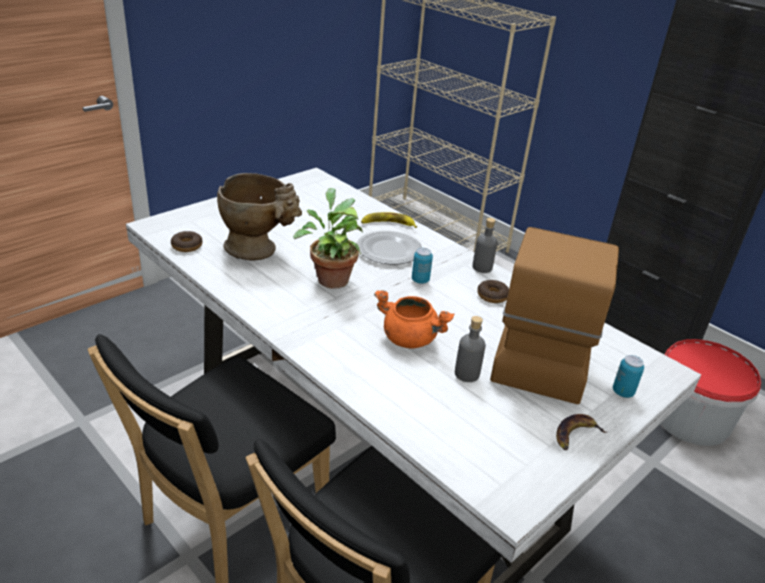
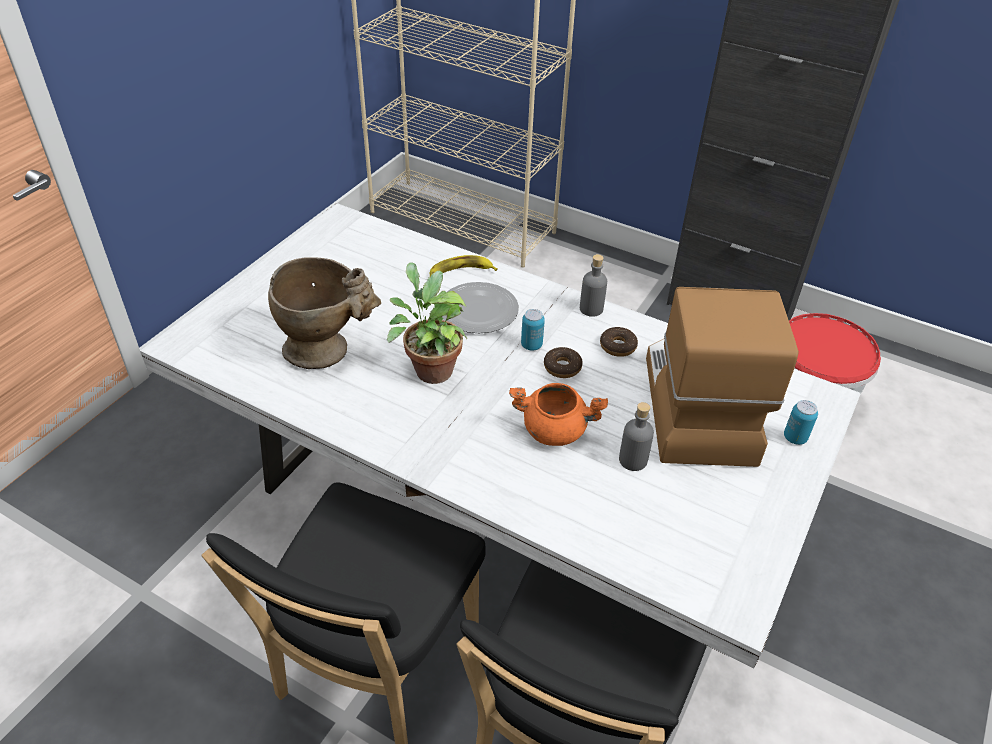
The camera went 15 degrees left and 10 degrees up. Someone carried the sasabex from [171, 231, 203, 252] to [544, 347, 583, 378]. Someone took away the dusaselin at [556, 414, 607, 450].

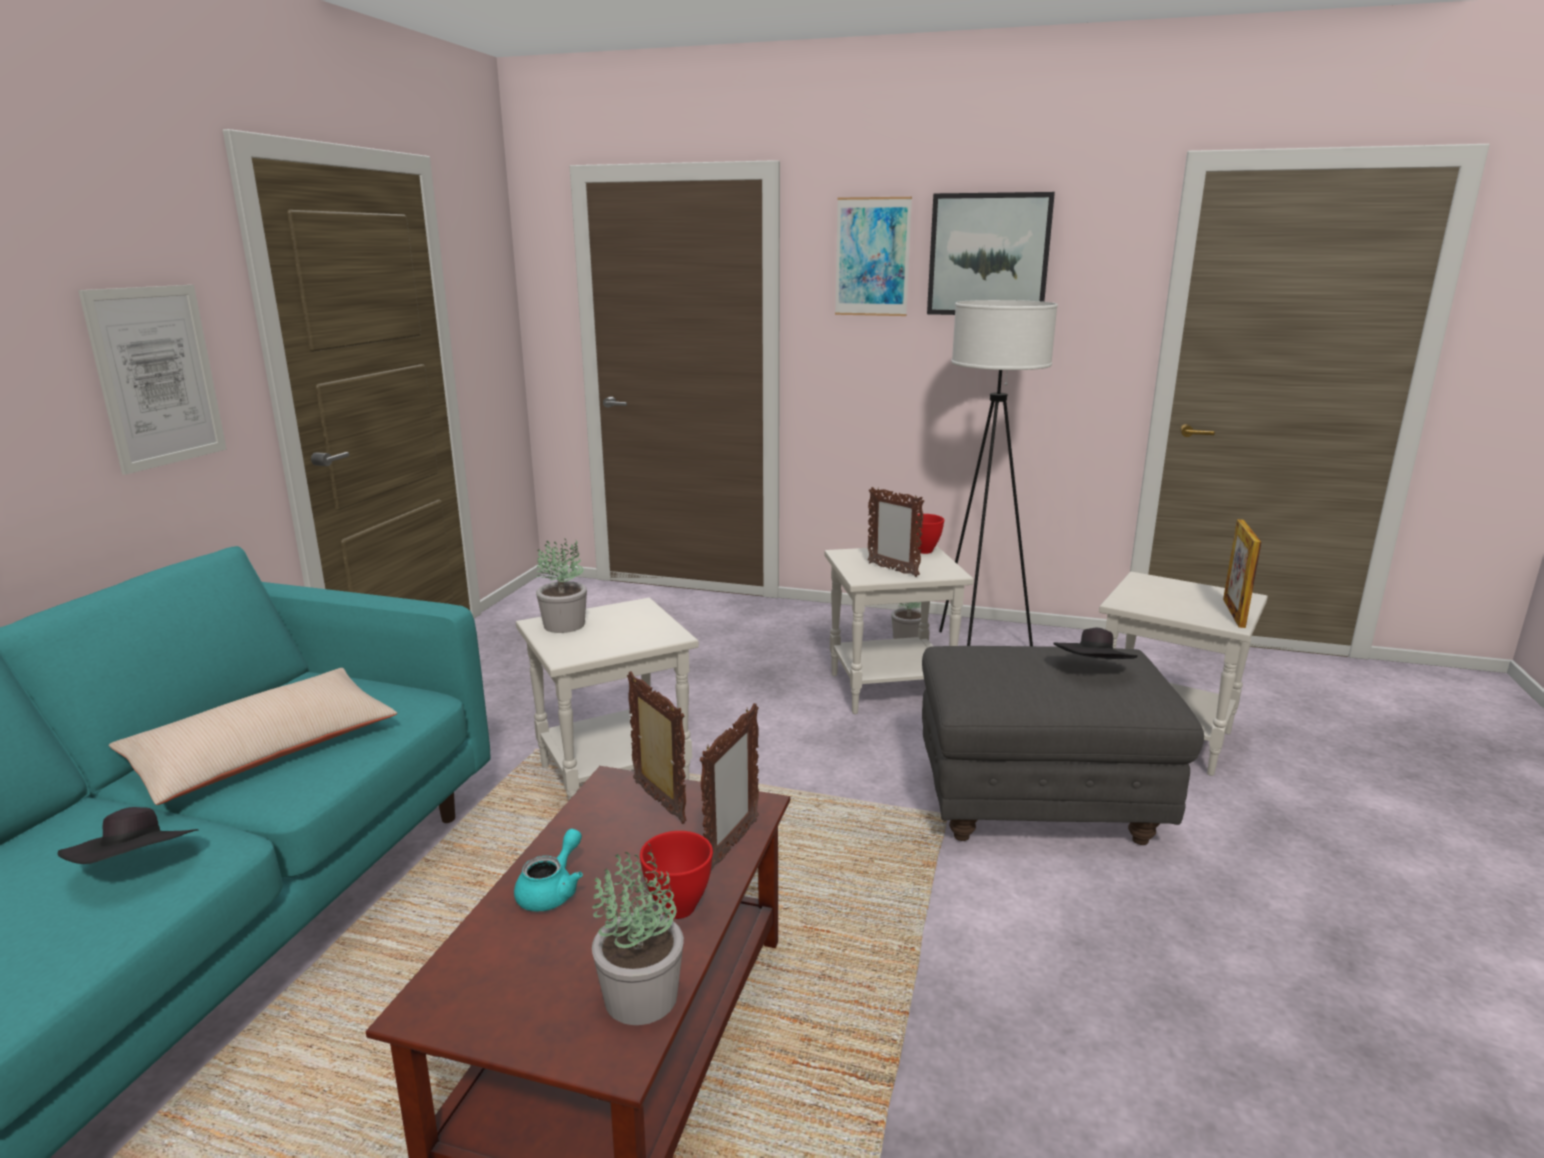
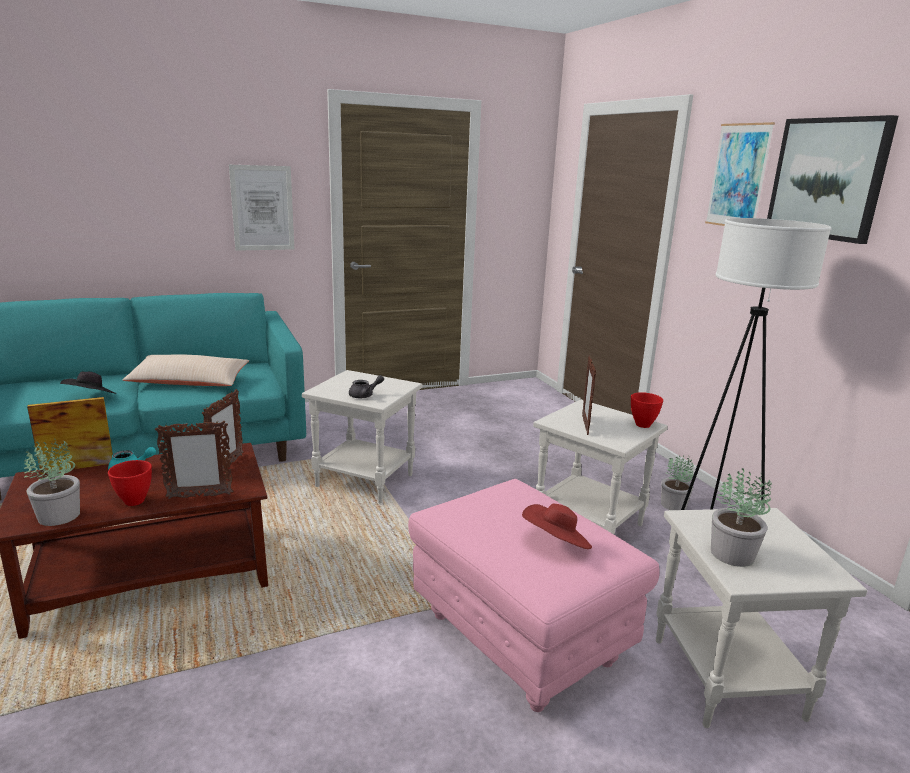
The camera went 50 degrees right and 0 degrees up. Someone carried the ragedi from [536, 538, 587, 633] to [711, 468, 772, 567]. Someone repainted the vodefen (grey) at [922, 646, 1204, 845], which became the vodefen (pink) at [408, 479, 660, 712]. Someone repainted the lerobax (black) at [1053, 628, 1138, 659], which became the lerobax (red) at [522, 504, 592, 549]. Someone carried the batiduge from [1223, 519, 1261, 628] to [27, 397, 113, 474]. Someone put down the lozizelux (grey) at [349, 375, 384, 398].

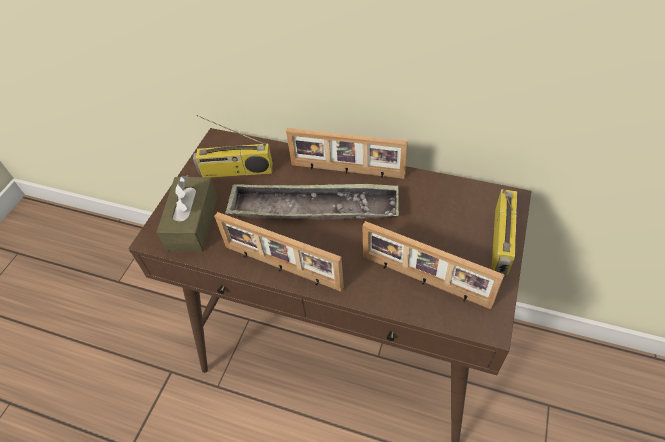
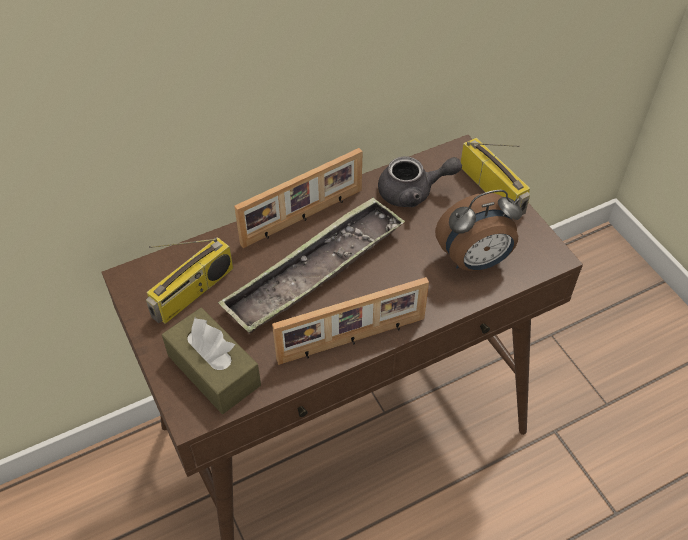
The camera went 50 degrees left and 0 degrees up. Someone swapped the batiduge at [363, 221, 504, 309] for the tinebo at [435, 190, 522, 271]. Someone put down the lozizelux (grey) at [378, 156, 462, 207].

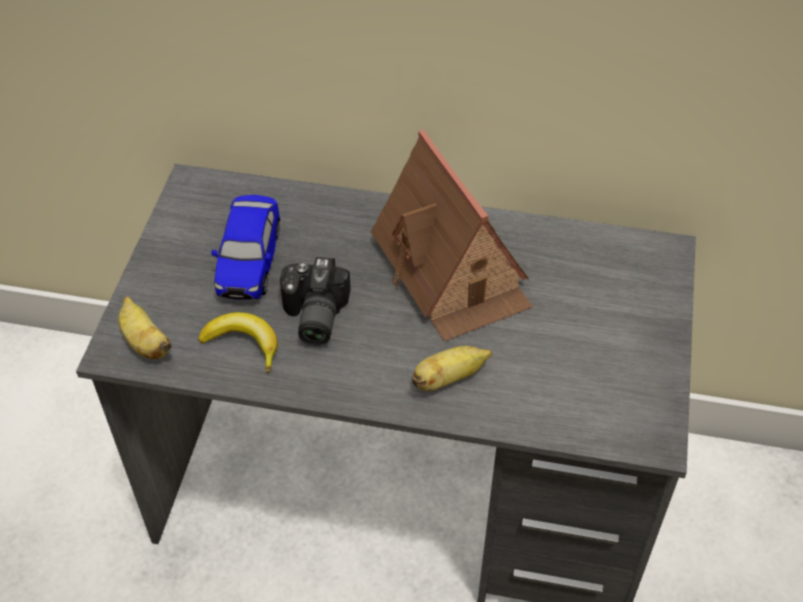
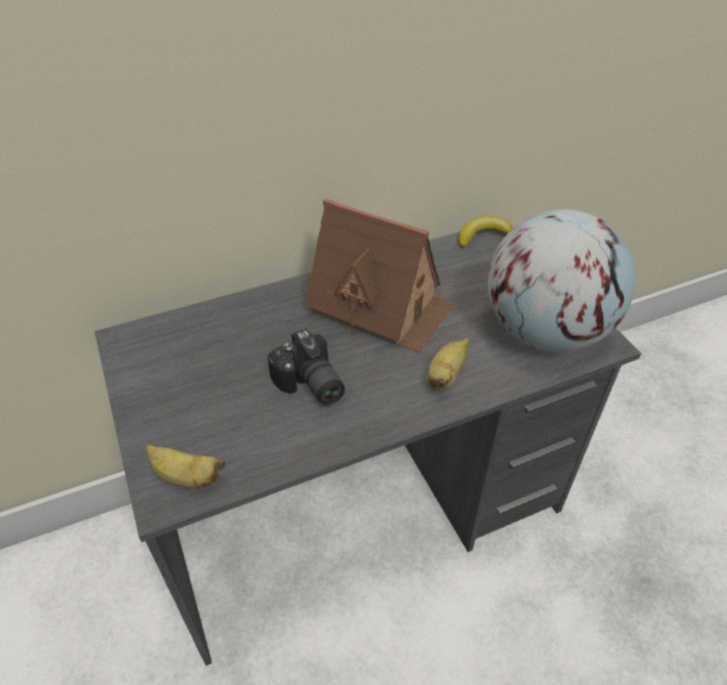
The camera went 35 degrees left and 5 degrees down. Someone carried the dusaselin from [198, 312, 278, 373] to [458, 216, 513, 248]. Someone took away the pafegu at [211, 195, 280, 300]. Someone put down the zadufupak at [488, 210, 636, 352].

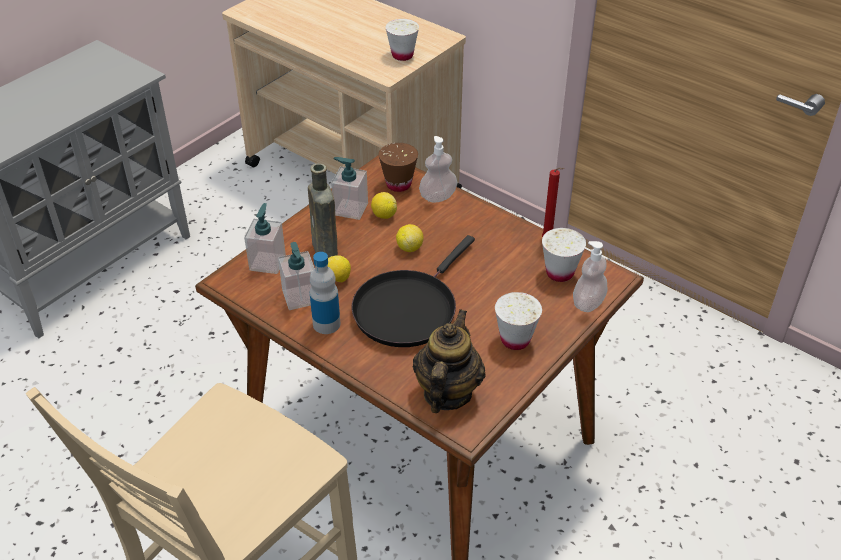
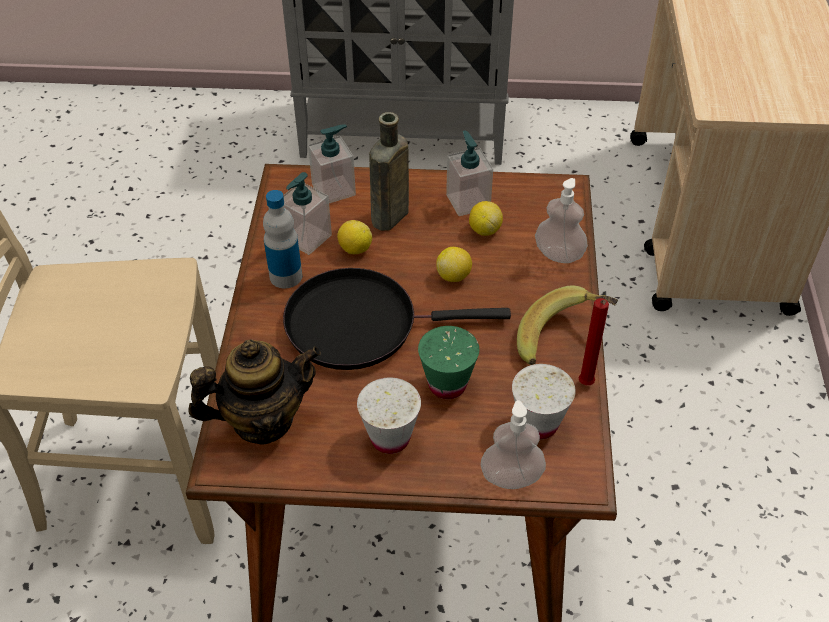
The camera went 55 degrees right and 5 degrees up. Someone took away the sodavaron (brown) at [378, 143, 418, 192]. Someone took away the sodavaron (white) at [385, 19, 419, 61]. Someone put down the sodavaron (green) at [418, 326, 479, 399]. Someone put down the dusaselin at [517, 286, 618, 365].

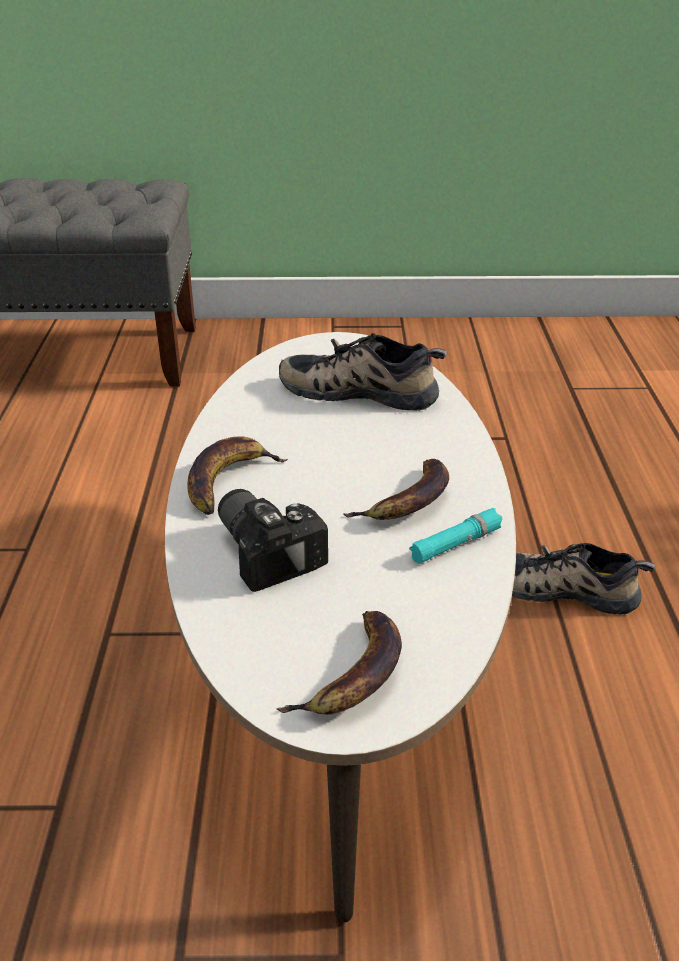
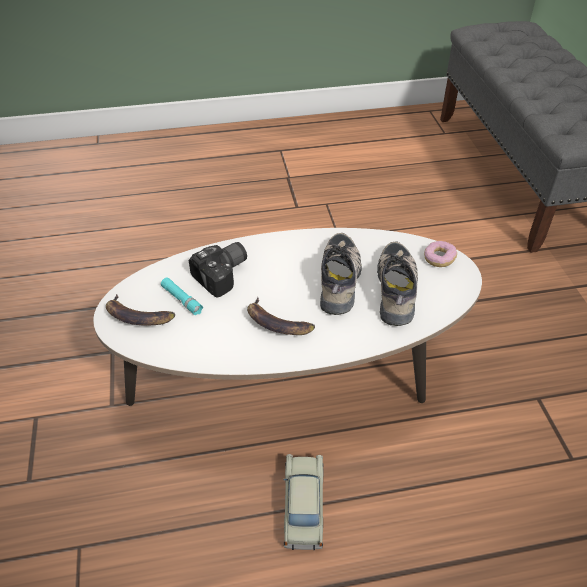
The camera went 80 degrees right and 10 degrees up. Someone took away the dusaselin at [187, 436, 288, 515]. Someone carried the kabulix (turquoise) from [409, 508, 503, 564] to [161, 277, 203, 316]. Someone carried the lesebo from [512, 543, 655, 615] to [320, 233, 362, 315]. Someone put down the pafegu (beige) at [284, 454, 324, 550]. Someone put down the sasabex at [424, 241, 457, 267].

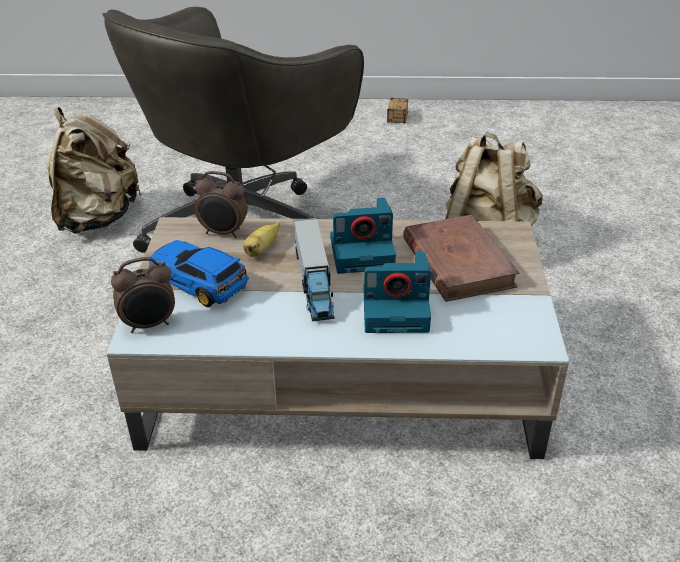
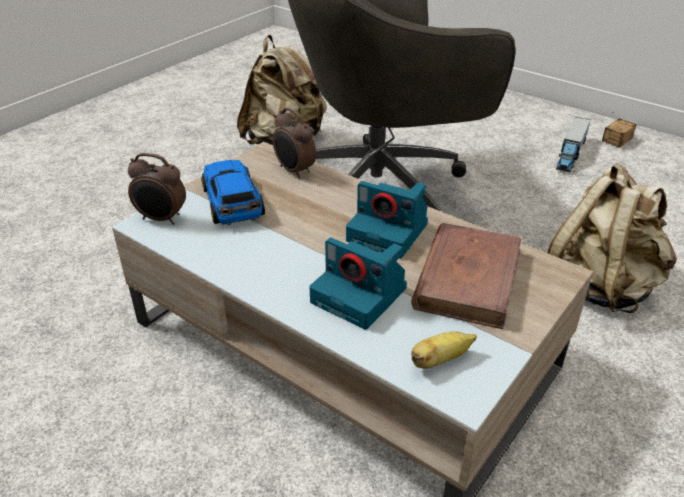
The camera went 35 degrees right and 0 degrees up. Someone carried the dusaselin from [243, 222, 280, 257] to [411, 331, 477, 369]. Someone carried the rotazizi from [294, 218, 335, 321] to [556, 116, 591, 172].

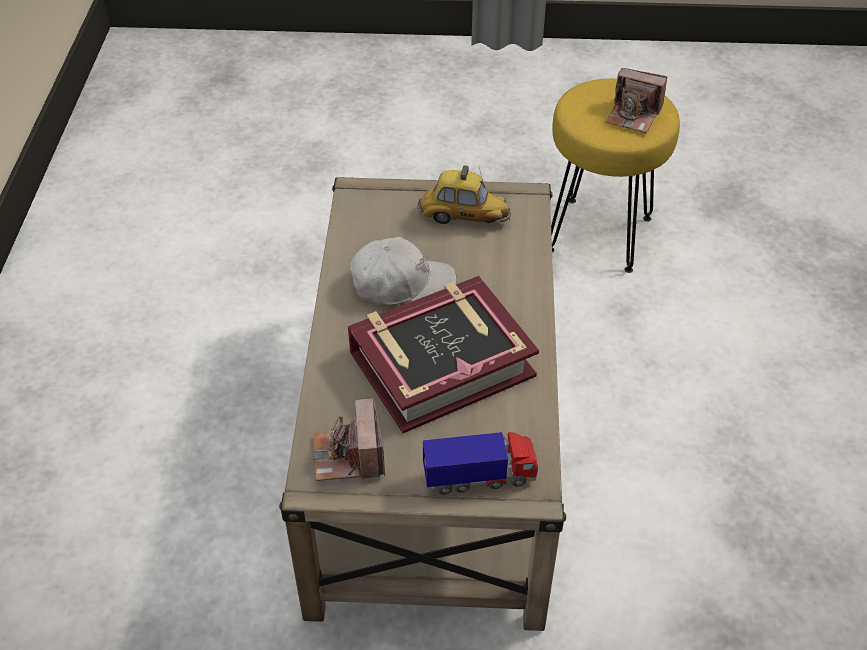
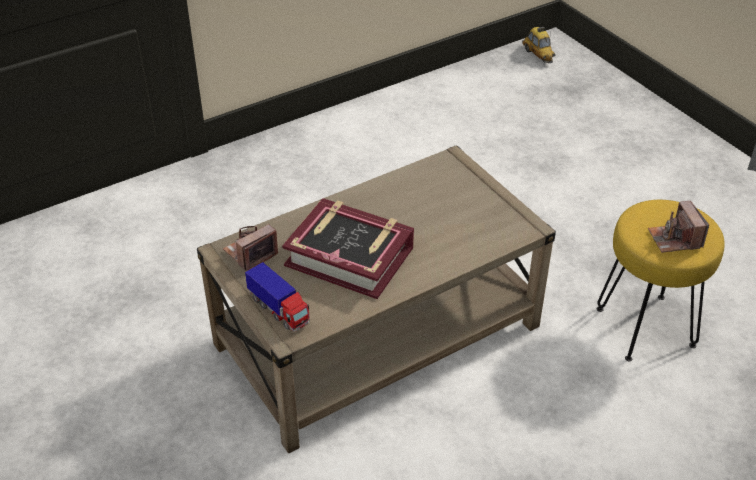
The camera went 55 degrees right and 5 degrees down. Someone took away the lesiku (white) at [350, 237, 456, 305]. Someone carried the pafegu from [418, 165, 511, 224] to [522, 27, 555, 63].

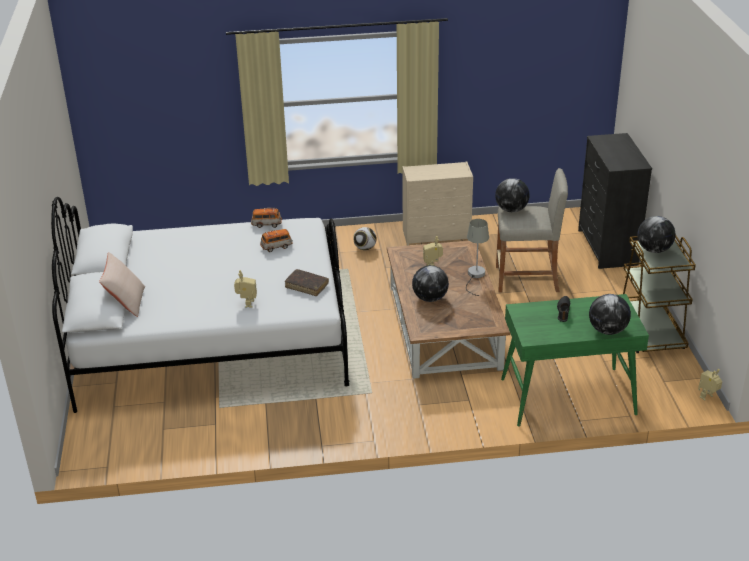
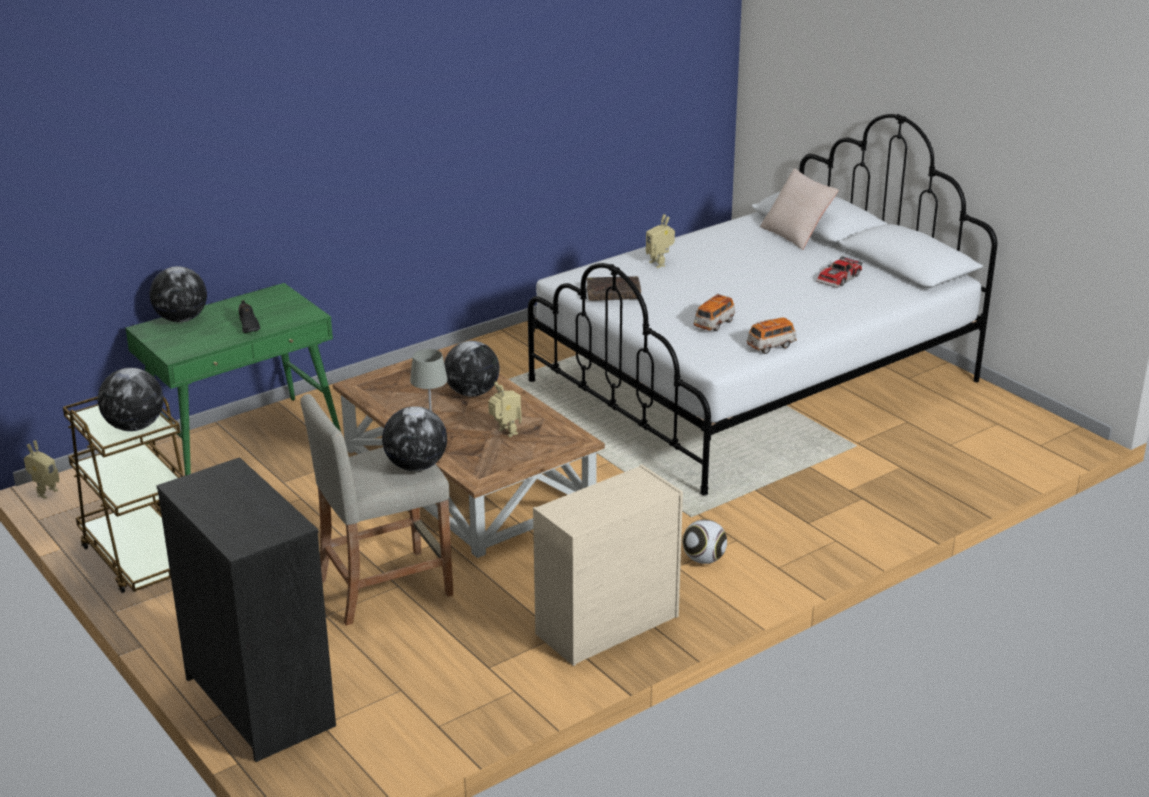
The camera went 150 degrees right and 5 degrees down. Someone put down the pafegu at [816, 256, 863, 288].

